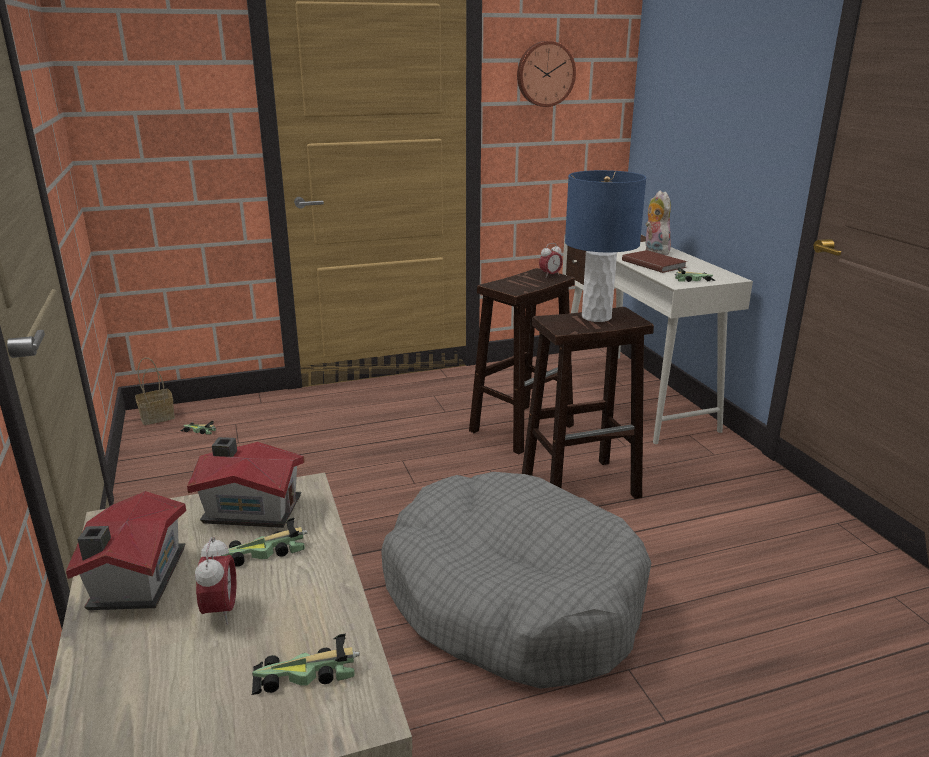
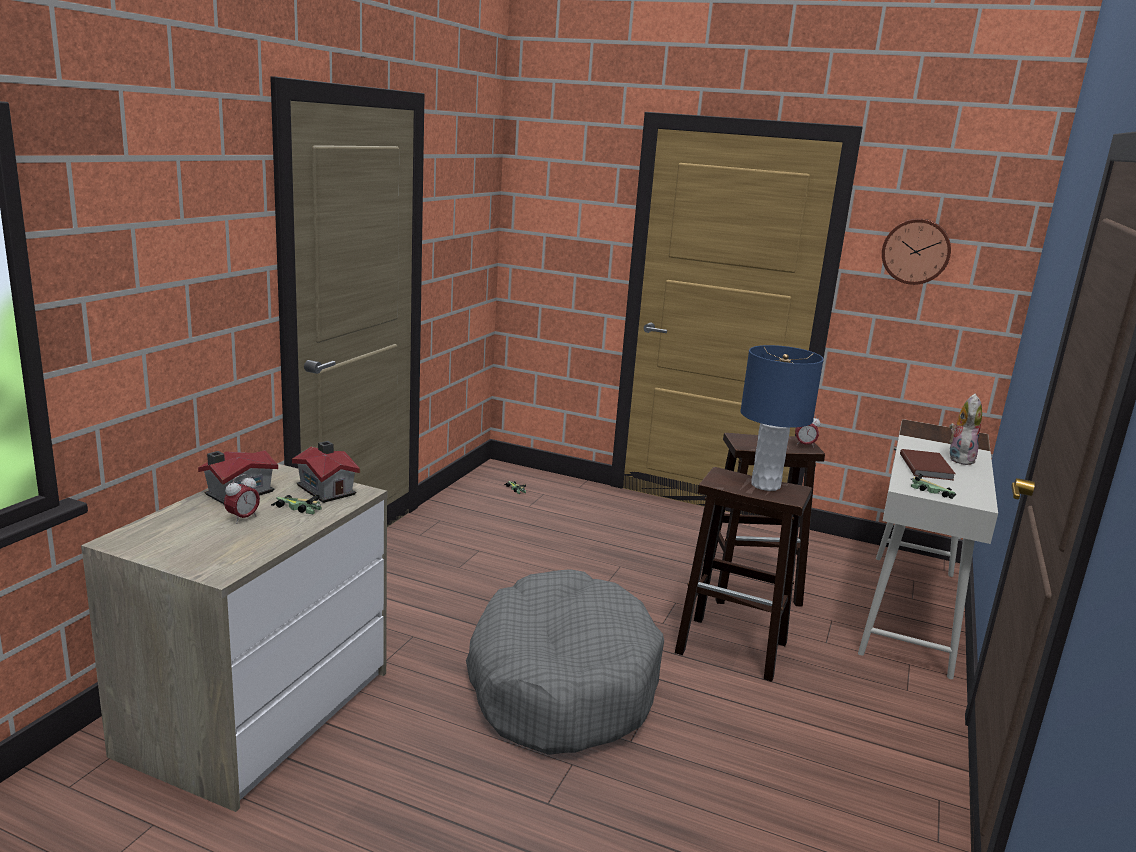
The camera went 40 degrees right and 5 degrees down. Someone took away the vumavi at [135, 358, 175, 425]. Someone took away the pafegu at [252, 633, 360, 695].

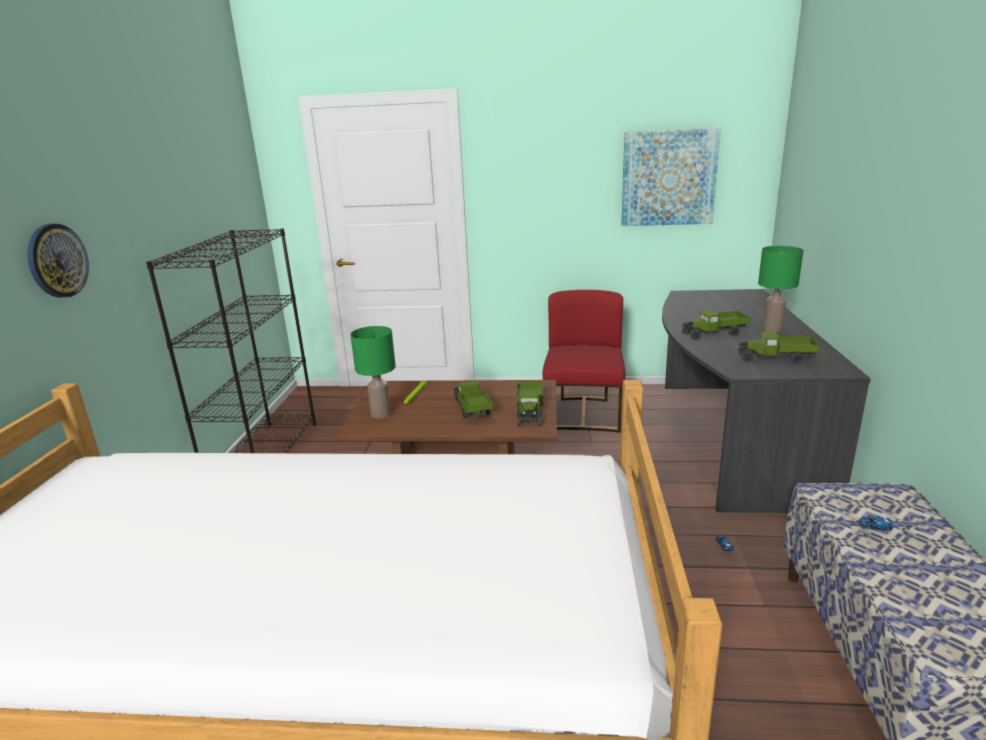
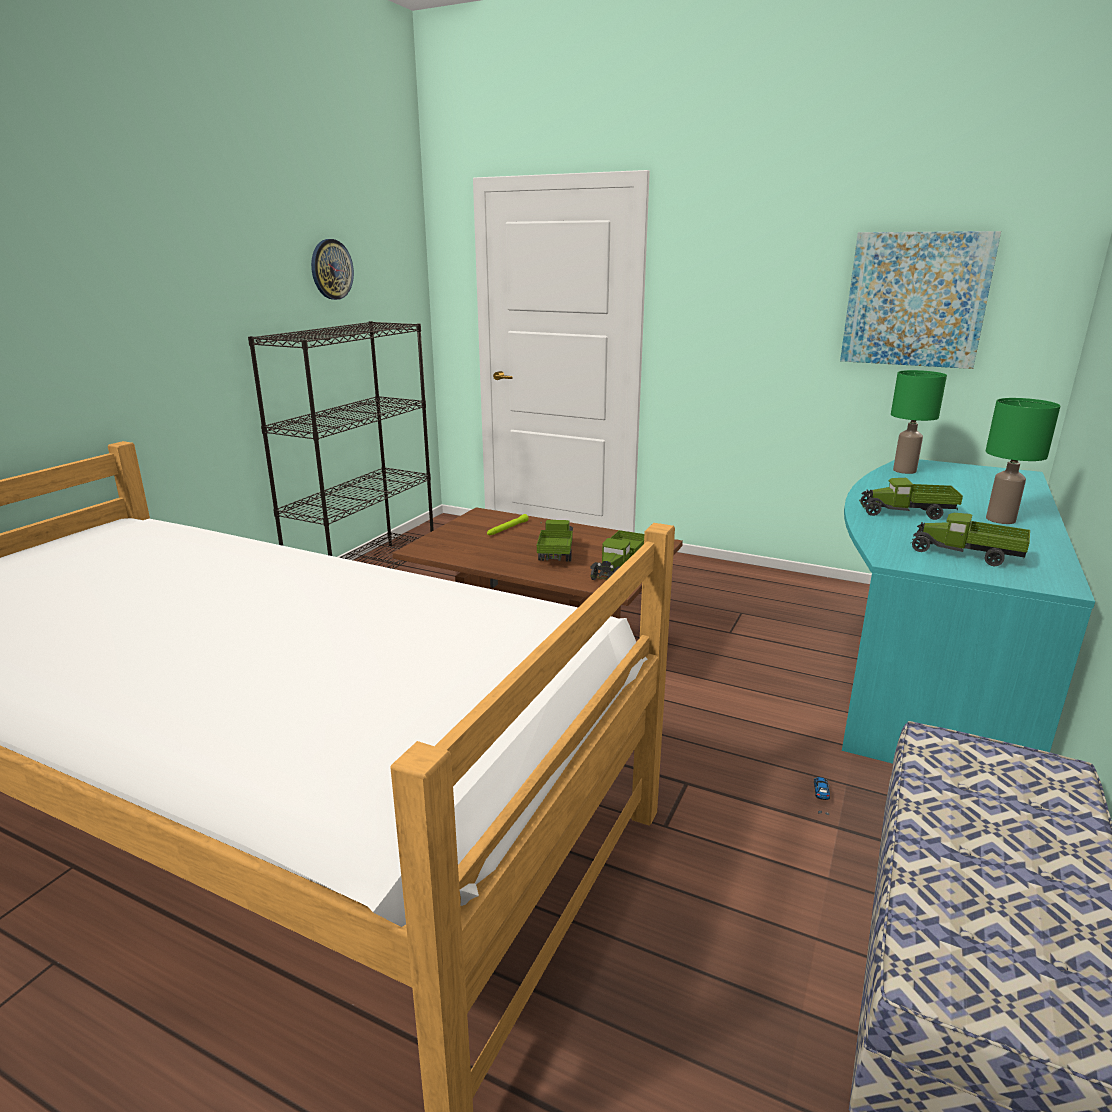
The camera went 20 degrees right and 0 degrees up. Someone carried the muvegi from [27, 224, 89, 298] to [311, 239, 354, 300]. Someone carried the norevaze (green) from [350, 326, 396, 419] to [891, 370, 947, 474]. Someone took away the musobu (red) at [542, 290, 625, 433]. Someone repainted the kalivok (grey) at [662, 289, 871, 513], which became the kalivok (turquoise) at [842, 459, 1095, 764]. Someone took away the pafegu at [859, 517, 908, 535].

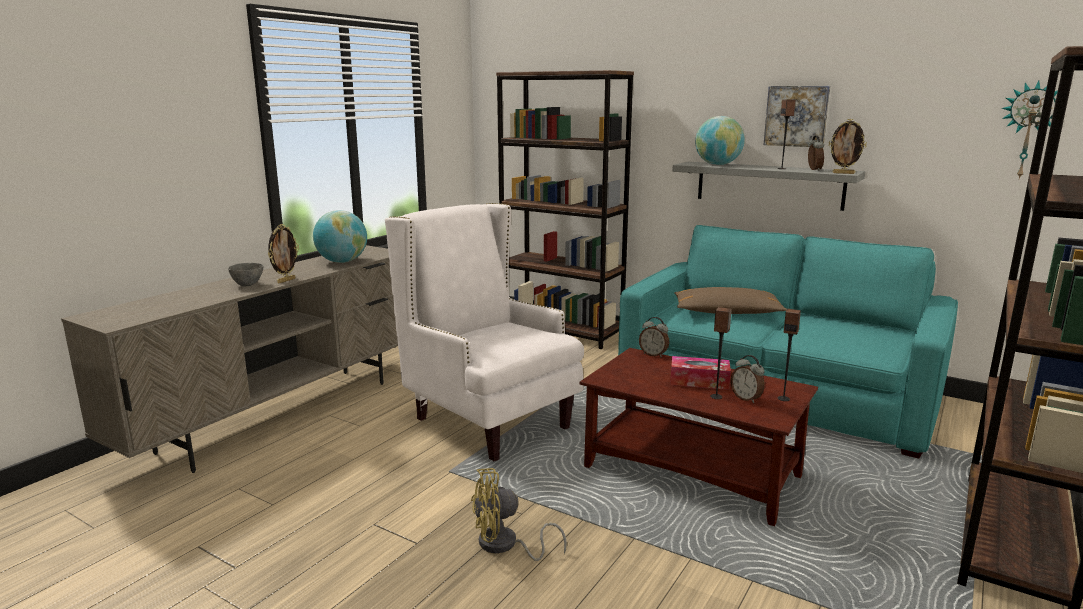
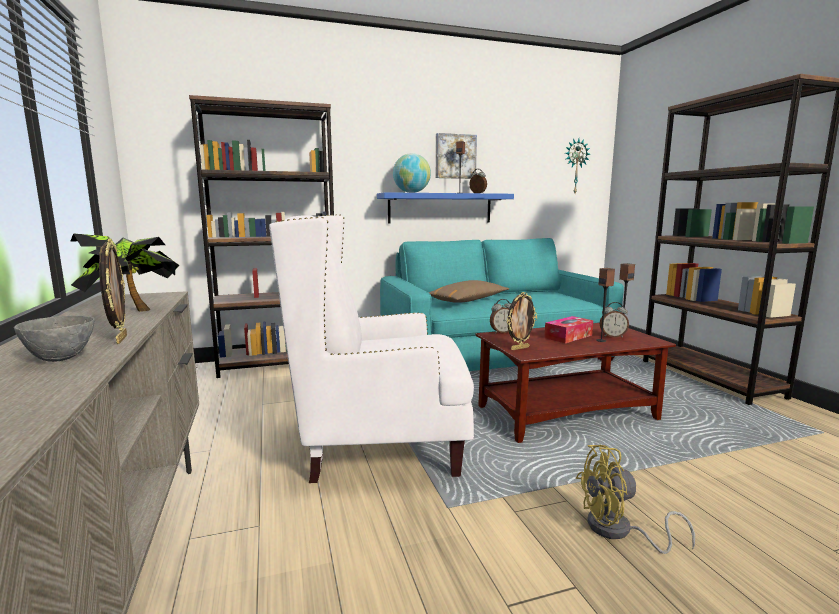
The camera went 50 degrees left and 5 degrees down. Someone swapped the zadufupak at [313, 210, 367, 263] for the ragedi at [70, 233, 180, 312]. Someone rotated the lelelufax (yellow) at [471, 468, 567, 561] by 60 degrees clockwise. Someone repainted the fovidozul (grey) at [672, 162, 865, 211], which became the fovidozul (blue) at [377, 192, 514, 224]. Someone carried the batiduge from [829, 119, 867, 174] to [507, 292, 537, 350].

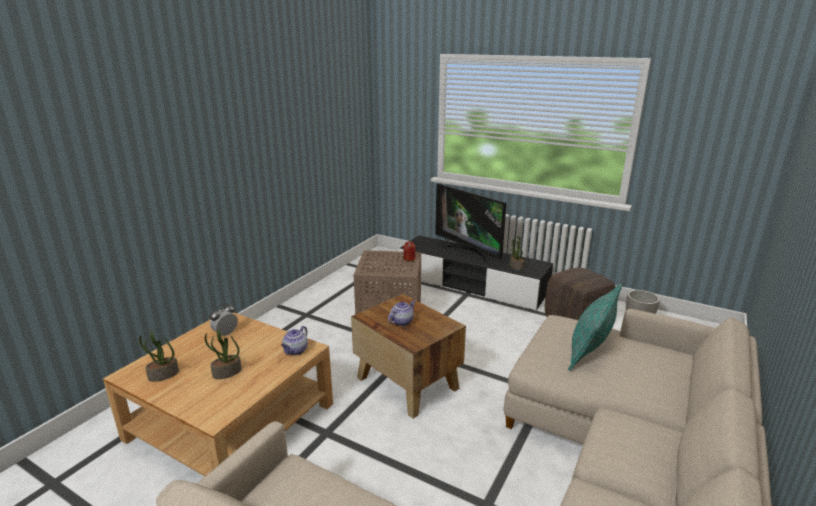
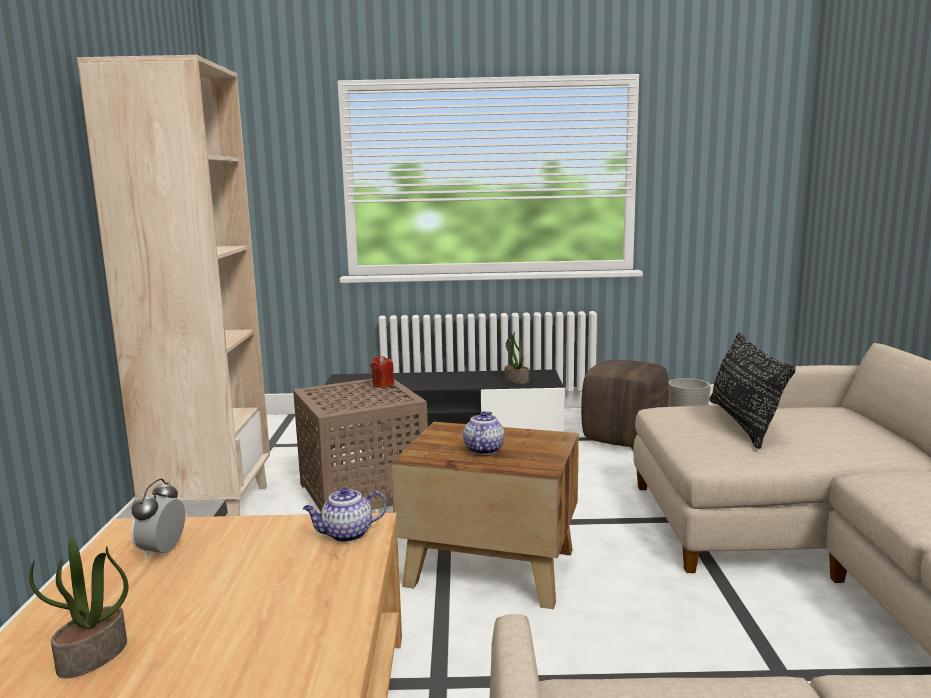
The camera went 30 degrees left and 10 degrees down. Someone took away the ragedi at [205, 328, 242, 379]. Someone rotated the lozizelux at [281, 326, 308, 355] by 75 degrees clockwise. Someone took away the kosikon at [435, 184, 506, 265]. Someone repainted the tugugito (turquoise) at [568, 283, 622, 371], which became the tugugito (black) at [709, 332, 796, 449]. Someone put down the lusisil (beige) at [77, 55, 270, 516].

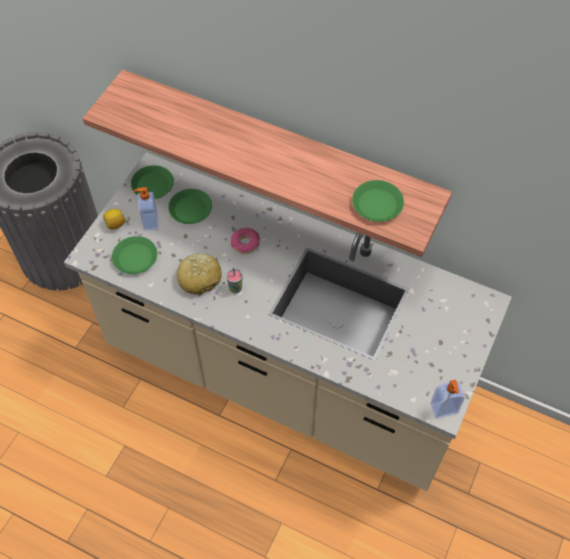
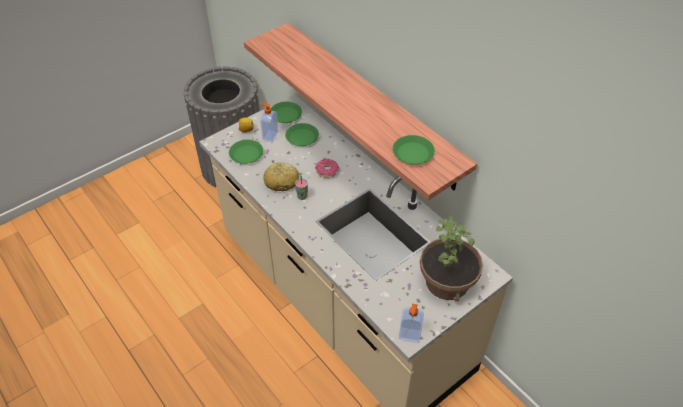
The camera went 25 degrees right and 10 degrees down. Someone put down the ragedi at [420, 216, 483, 301].

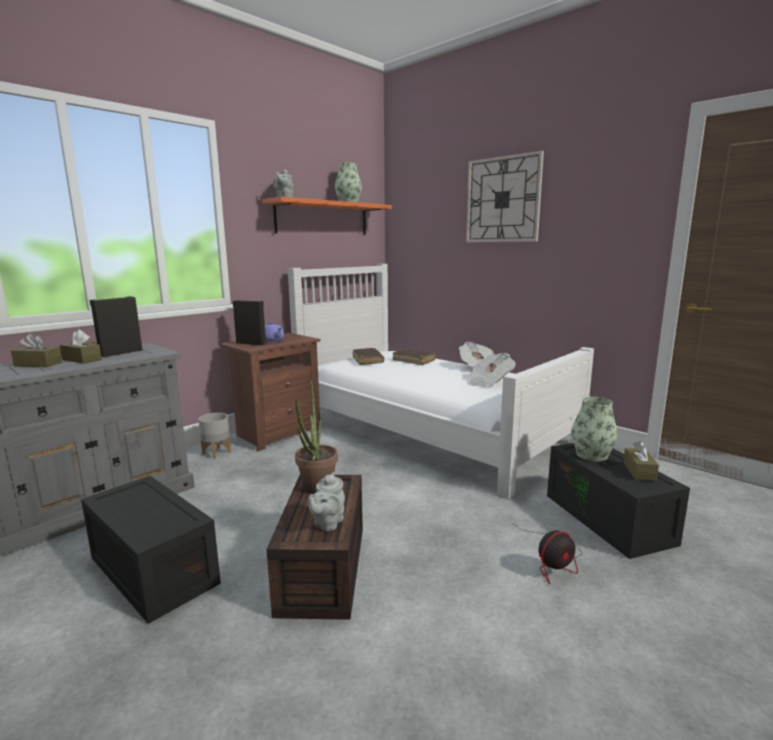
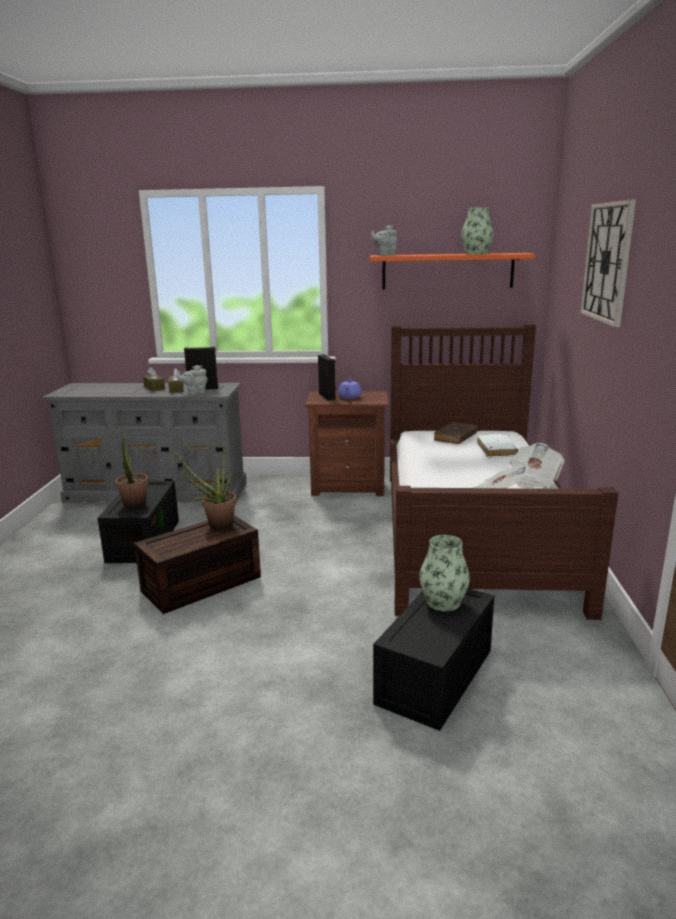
The camera went 50 degrees right and 5 degrees up. Someone took away the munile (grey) at [198, 413, 231, 459]. Someone repainted the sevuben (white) at [288, 264, 594, 499], which became the sevuben (brown) at [390, 324, 619, 620]. Someone carried the lozizelux (grey) from [308, 472, 345, 531] to [176, 365, 208, 395]. Someone repainted the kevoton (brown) at [392, 348, 436, 365], which became the kevoton (white) at [477, 434, 518, 458]. Someone took away the lelelufax at [514, 524, 582, 585]. Someone took away the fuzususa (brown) at [623, 441, 659, 481]. Someone put down the ragedi at [115, 426, 148, 508].

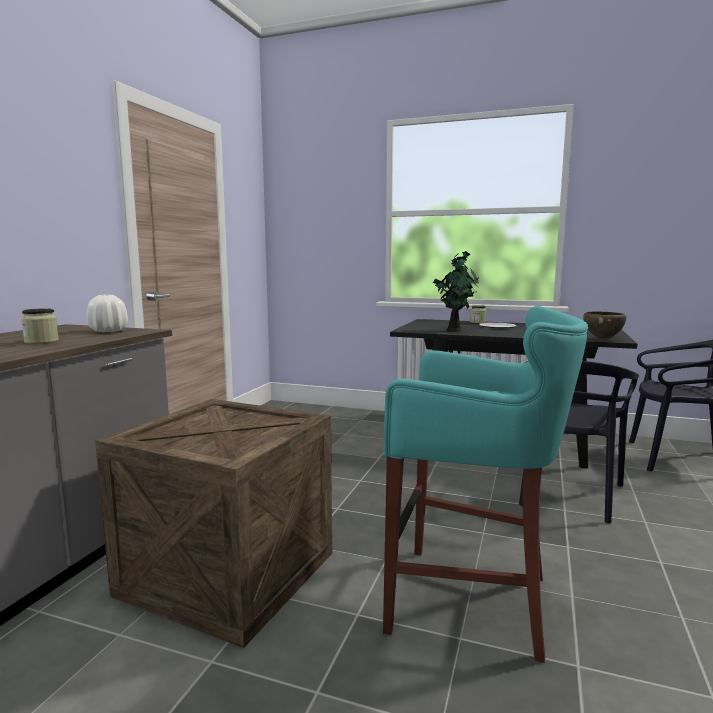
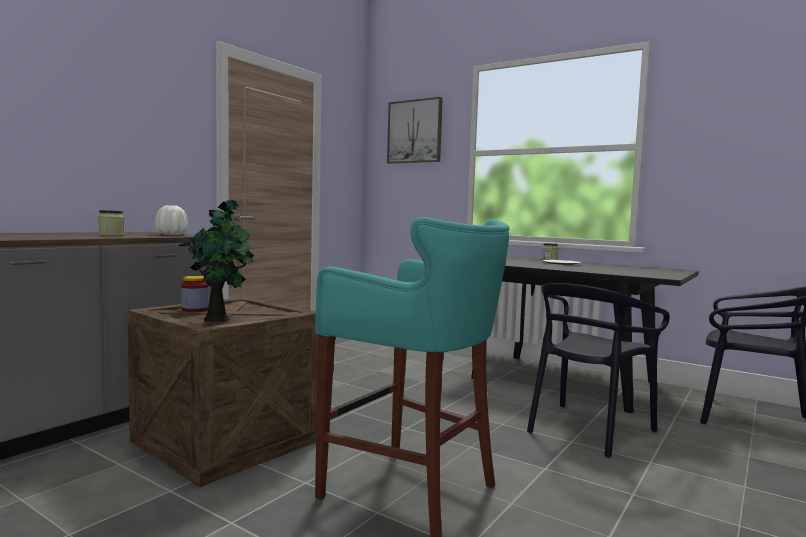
The camera went 15 degrees right and 5 degrees down. Someone carried the ragedi from [433, 251, 479, 332] to [178, 199, 254, 322]. Someone took away the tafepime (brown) at [583, 311, 626, 339]. Someone put down the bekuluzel at [181, 276, 209, 312]. Someone put up the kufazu at [387, 97, 443, 164].

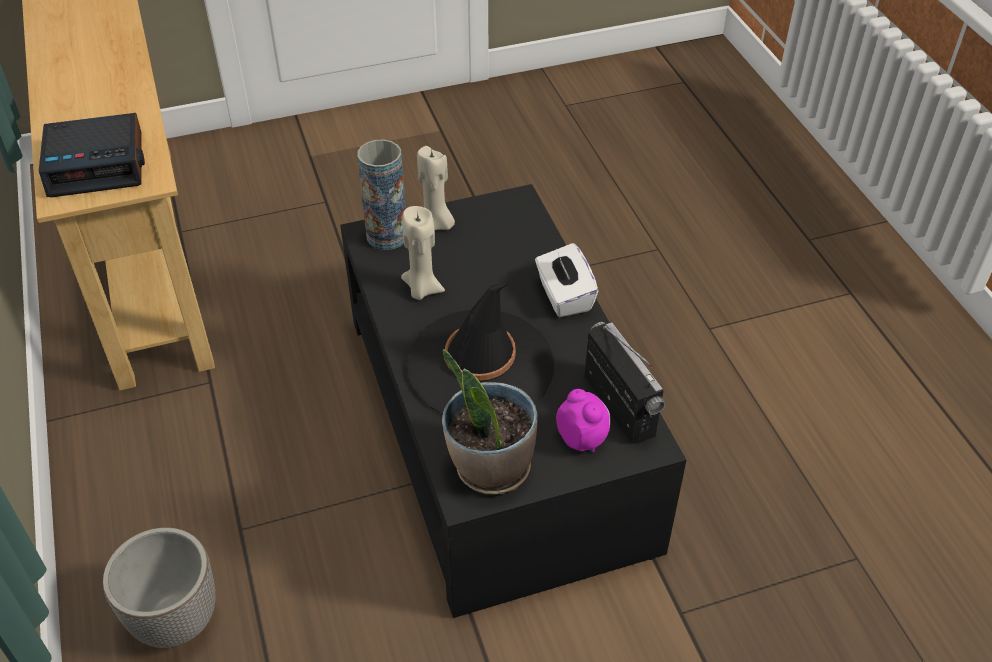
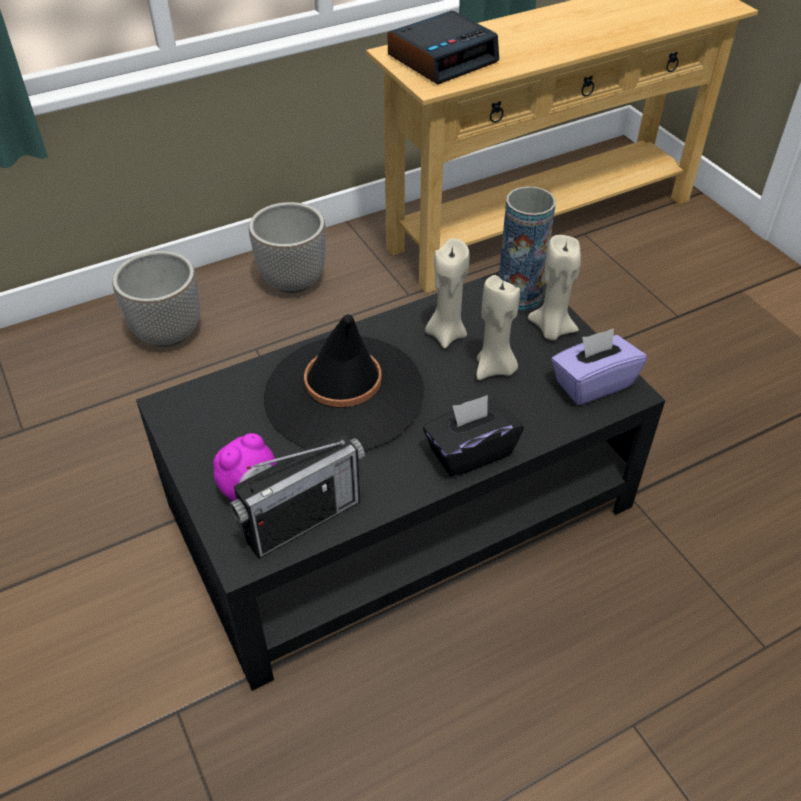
The camera went 80 degrees right and 0 degrees up. Someone rotated the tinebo at [39, 113, 145, 197] by 105 degrees counterclockwise. Someone took away the ragedi at [442, 349, 538, 495]. Someone repainted the fuzususa (white) at [535, 243, 598, 317], which became the fuzususa (black) at [423, 395, 524, 477]. Someone put down the munile at [249, 202, 326, 293]. Someone put down the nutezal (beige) at [476, 275, 520, 380]. Someone put down the fuzususa (purple) at [551, 328, 647, 405].

